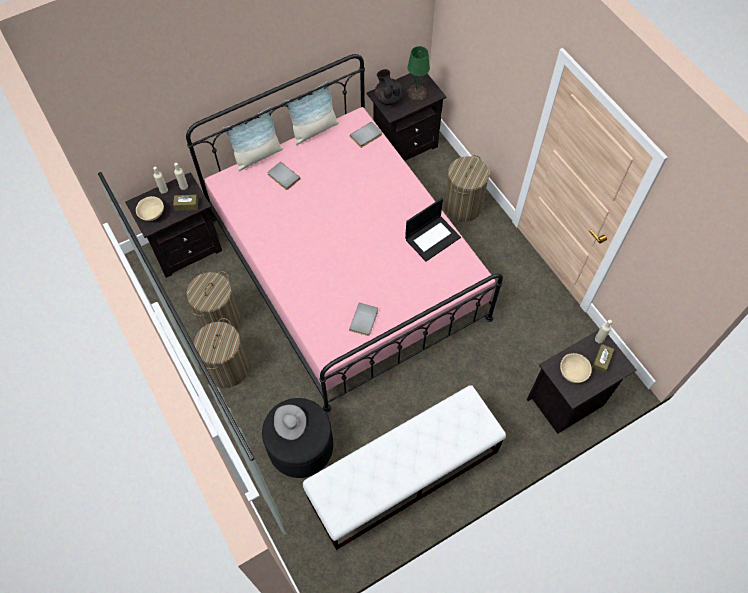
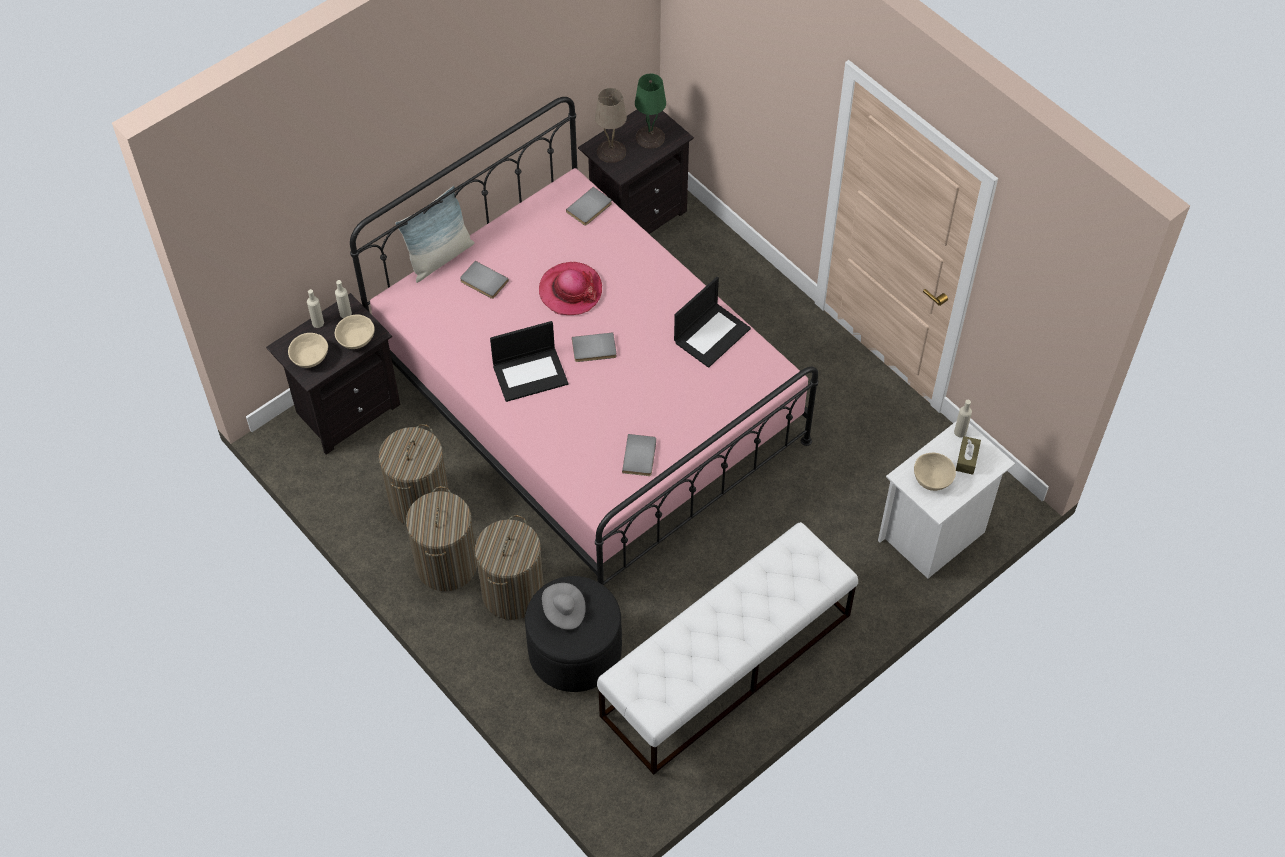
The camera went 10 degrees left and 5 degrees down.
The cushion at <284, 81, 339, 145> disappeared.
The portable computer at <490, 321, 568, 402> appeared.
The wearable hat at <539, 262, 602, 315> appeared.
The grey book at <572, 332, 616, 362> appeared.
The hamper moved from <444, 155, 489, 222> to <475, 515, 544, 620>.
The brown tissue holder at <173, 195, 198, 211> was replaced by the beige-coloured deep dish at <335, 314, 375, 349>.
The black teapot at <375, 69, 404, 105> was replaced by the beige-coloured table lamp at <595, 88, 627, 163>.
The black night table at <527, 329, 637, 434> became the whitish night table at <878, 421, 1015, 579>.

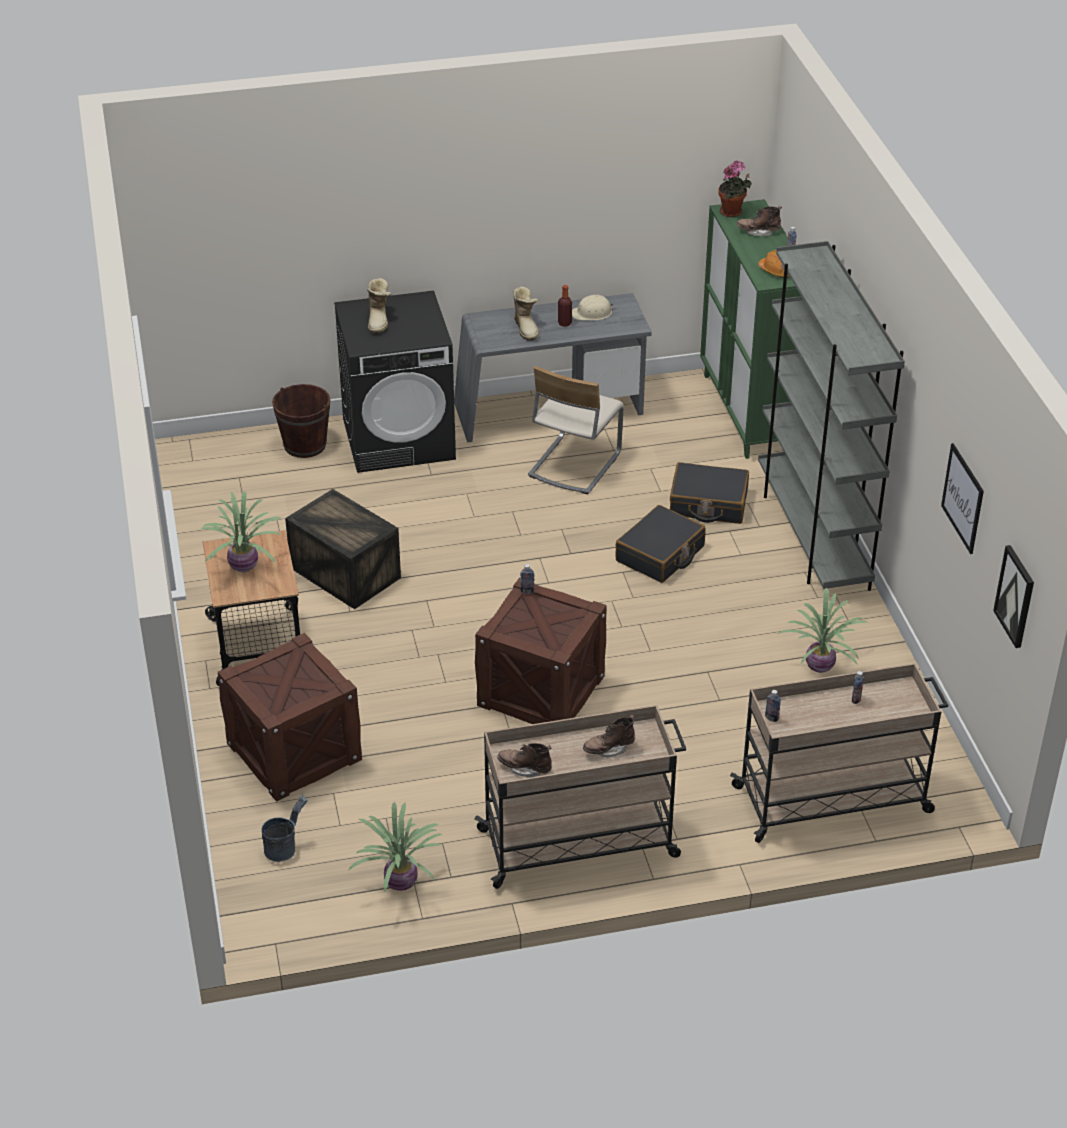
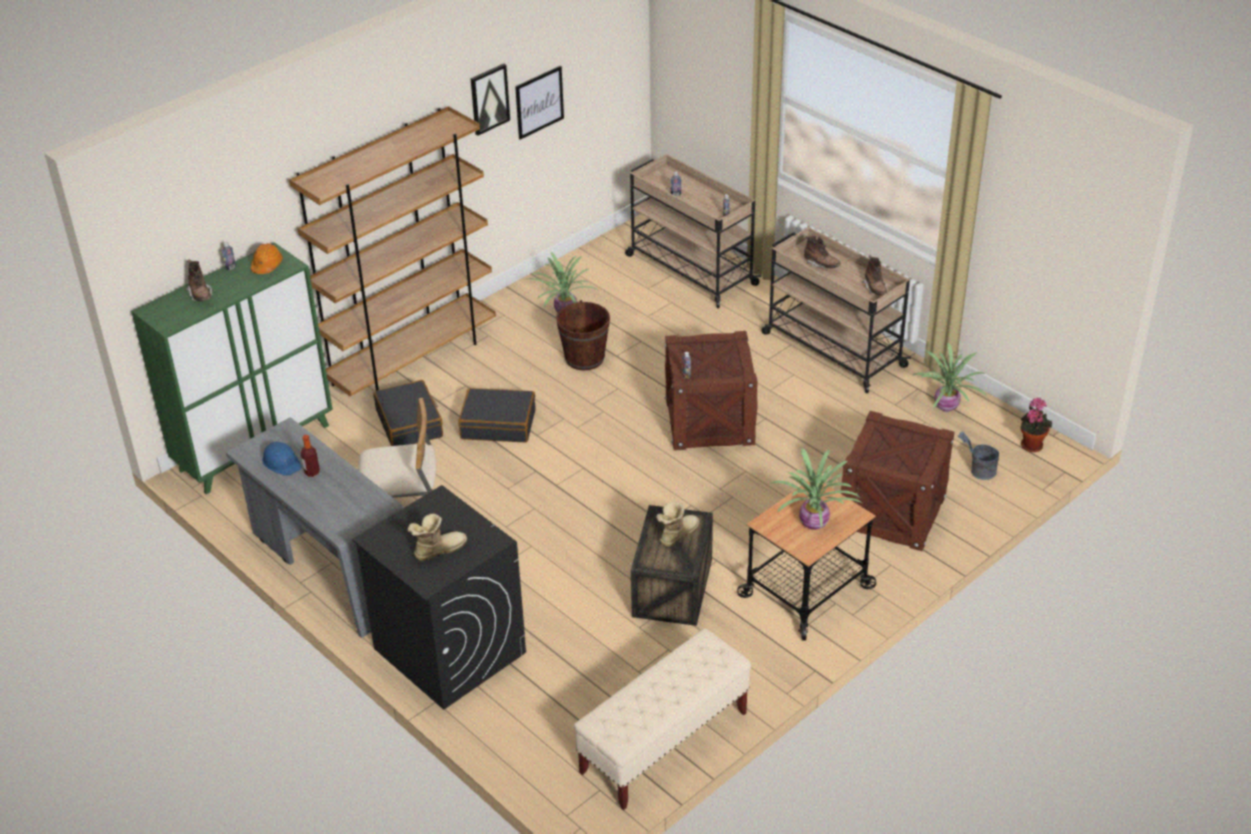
The camera went 120 degrees left and 0 degrees up.
The beige-coloured bench at <574, 628, 751, 810> appeared.
The brown bucket moved from <272, 384, 330, 458> to <556, 300, 610, 371>.
The high-top boot moved from <513, 286, 539, 341> to <656, 502, 699, 547>.
The potted plant moved from <718, 160, 752, 217> to <1020, 398, 1052, 452>.
The wall picture moved from <993, 545, 1034, 648> to <470, 64, 510, 136>.
The beige-coloured hard hat at <572, 295, 614, 321> became the blue hard hat at <262, 442, 302, 476>.
The grey shelving unit at <758, 241, 905, 591> became the brown shelving unit at <289, 106, 496, 397>.

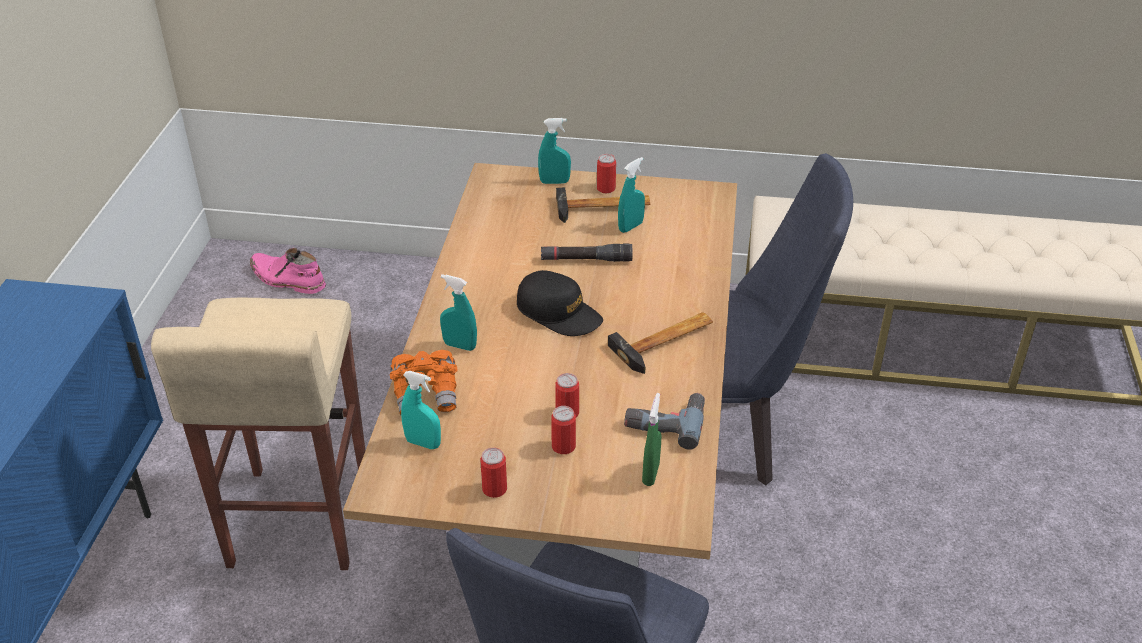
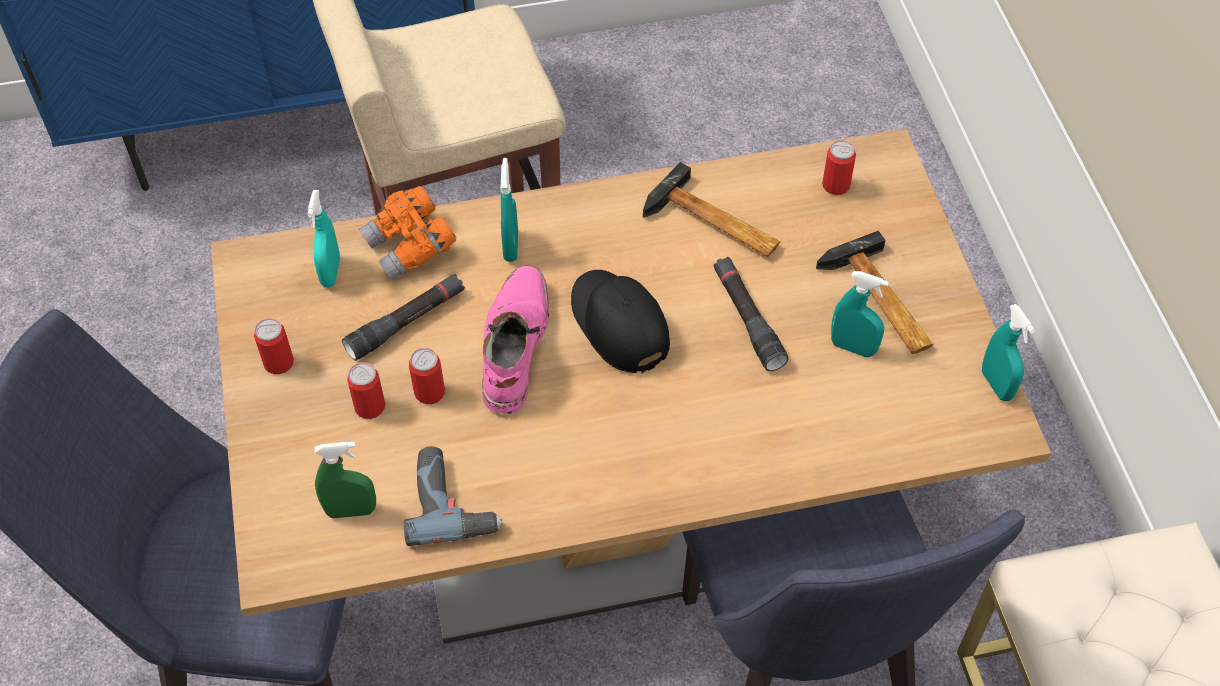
The camera went 70 degrees right and 15 degrees up.
The black flashlight at <342, 274, 465, 361> appeared.
The pink-coloured high-top boot moved from <250, 248, 326, 294> to <482, 266, 549, 414>.
The blue-green hand sprayer moved from <538, 118, 571, 184> to <982, 304, 1035, 401>.
The sealed can moved from <597, 154, 616, 193> to <822, 140, 856, 195>.
The hammer moved from <608, 312, 713, 374> to <643, 162, 781, 257>.
The black peaked cap at <517, 270, 603, 336> turned 135 degrees clockwise.

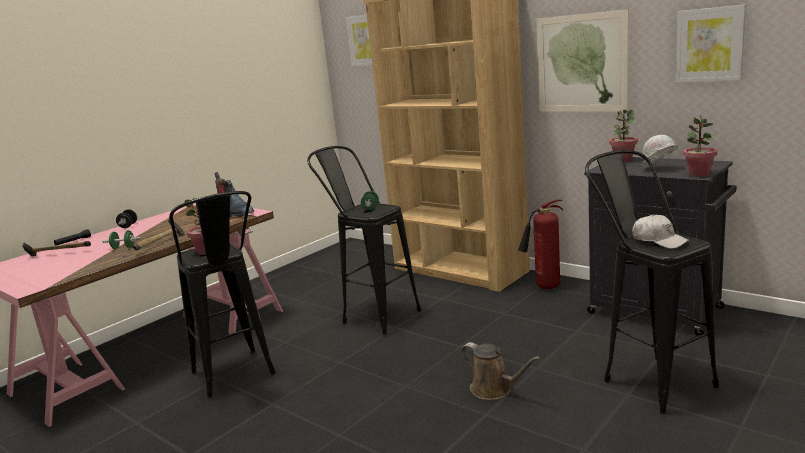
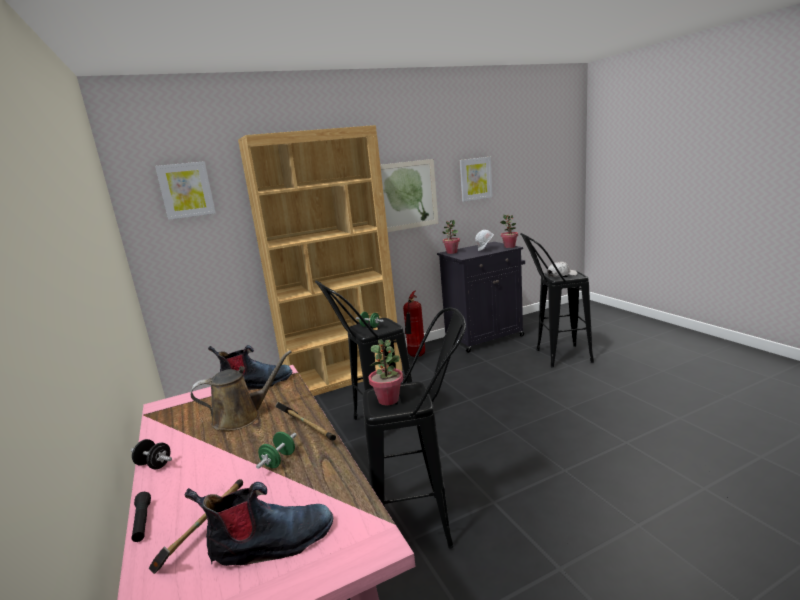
The camera went 65 degrees left and 0 degrees up.
The high-top boot at <185, 482, 333, 566> appeared.
The brown sprinkling can moved from <461, 342, 540, 400> to <191, 350, 292, 431>.

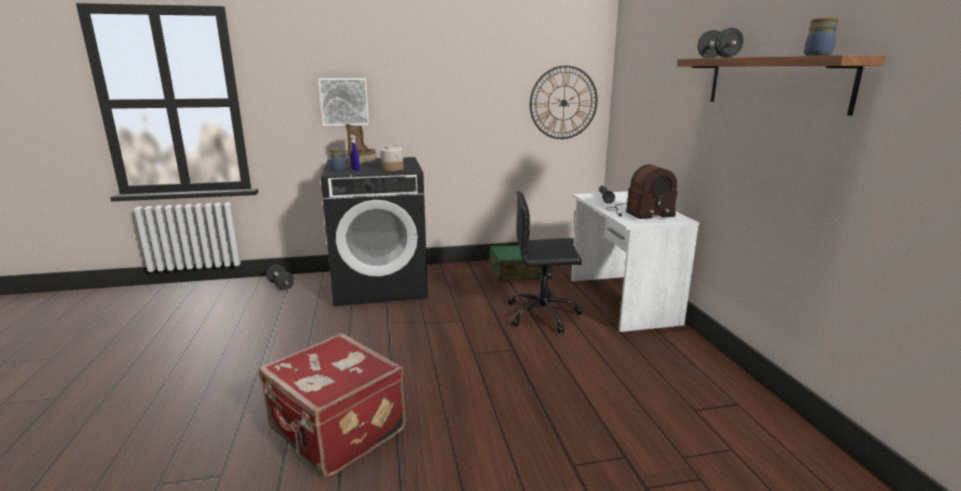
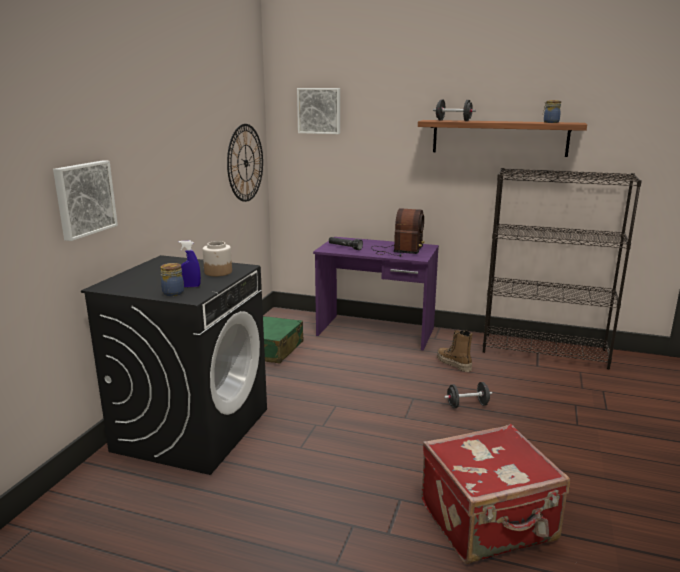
The camera went 60 degrees left and 0 degrees up.
The black desk chair at <508, 191, 583, 333> disappeared.
The wall picture at <297, 88, 340, 134> appeared.
The black shelving unit at <483, 168, 642, 369> appeared.
The black dumbbell moved from <266, 265, 294, 291> to <444, 382, 492, 408>.
The high-top boot moved from <346, 124, 376, 165> to <437, 330, 472, 372>.
The whitish desk at <571, 191, 699, 332> became the purple-coloured desk at <313, 237, 439, 350>.

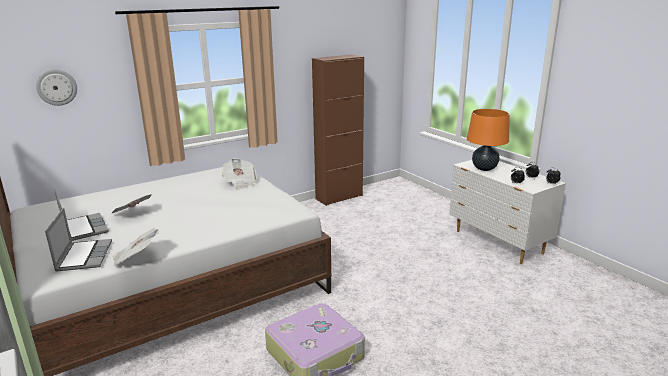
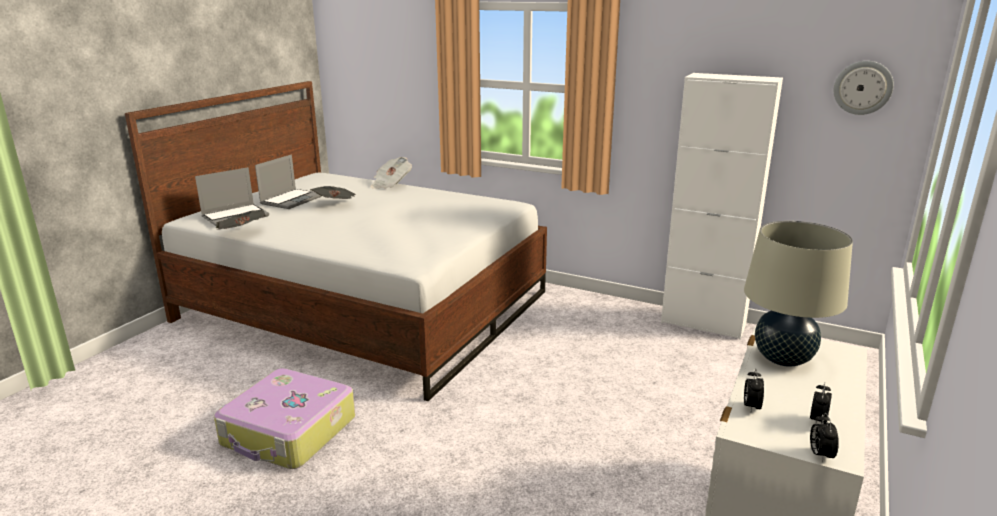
The camera went 60 degrees right and 0 degrees up.
The wall clock moved from <36, 69, 77, 106> to <834, 61, 894, 115>.
The printed paper moved from <222, 158, 256, 189> to <371, 157, 412, 189>.
The brown cabinet at <312, 55, 364, 206> became the whitish cabinet at <661, 73, 783, 339>.
The orange-coloured table lamp at <467, 109, 510, 171> became the beige-coloured table lamp at <744, 221, 853, 366>.

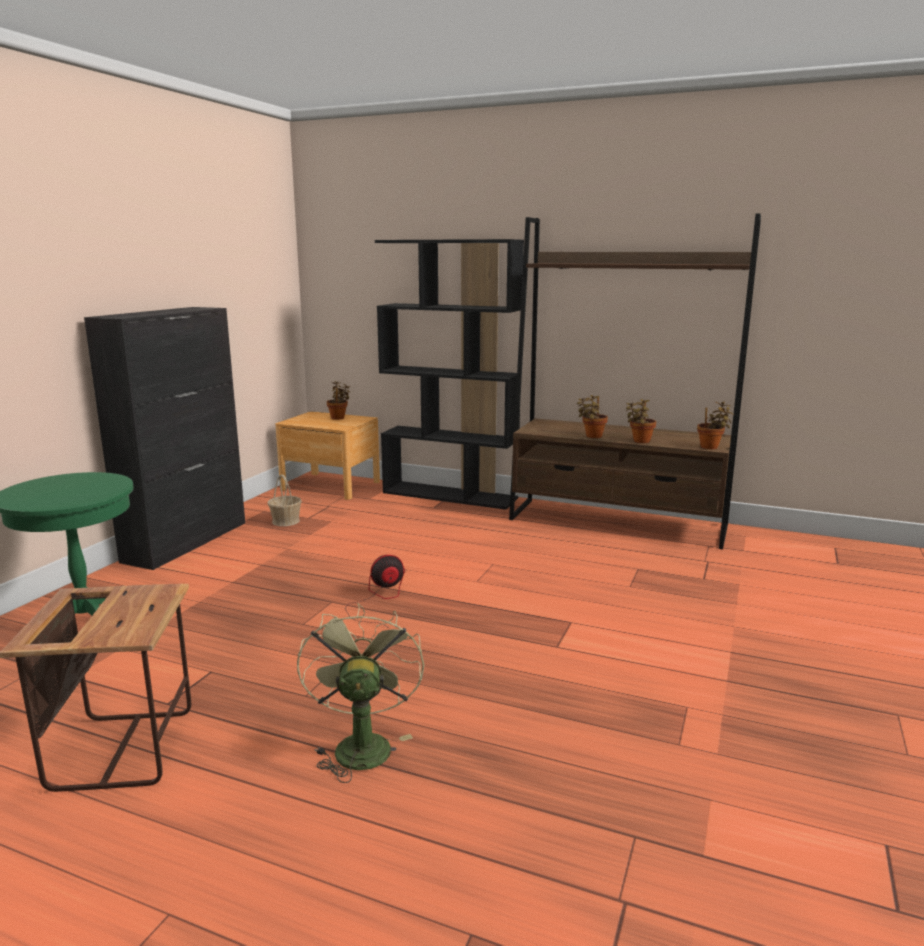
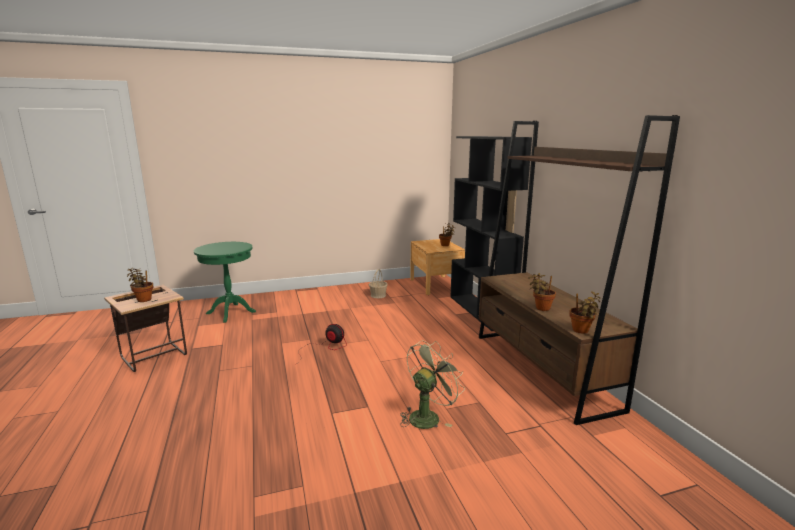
The camera went 50 degrees right and 0 degrees up.
The black cabinet at <84, 307, 245, 570> disappeared.
The green cooling fan moved from <297, 604, 424, 783> to <400, 340, 465, 429>.
The potted plant moved from <577, 395, 608, 438> to <127, 269, 153, 302>.

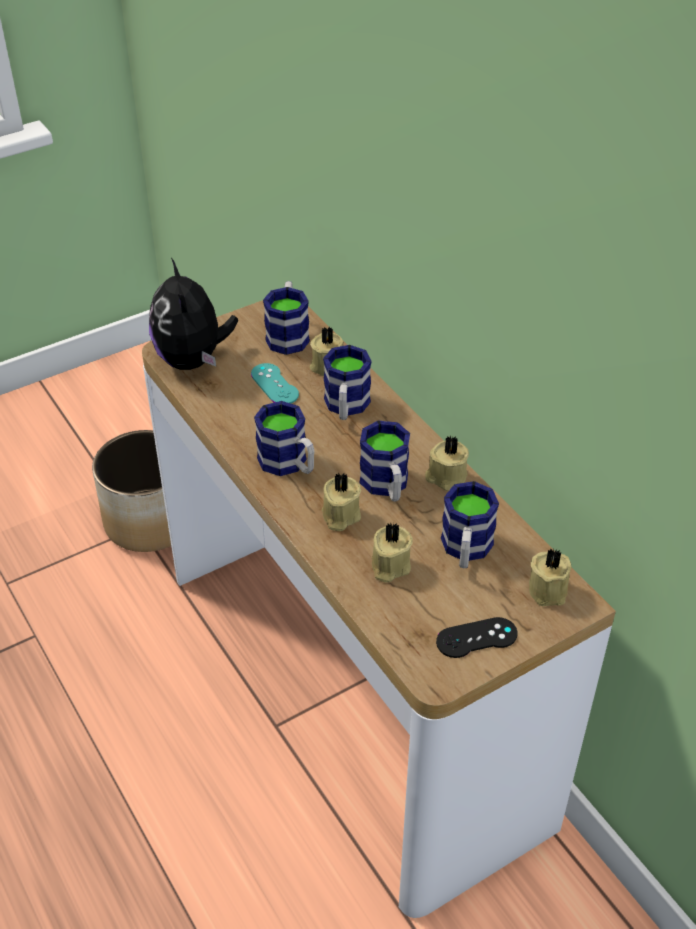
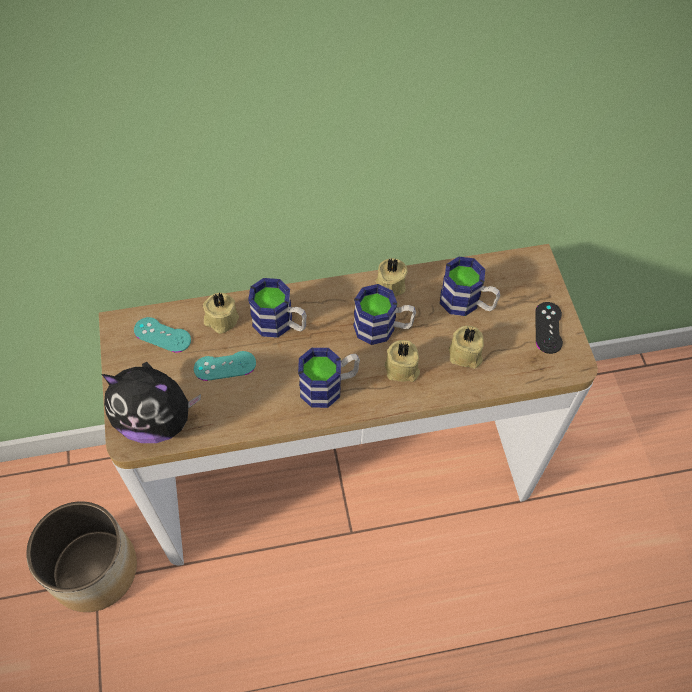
The camera went 70 degrees left and 15 degrees up.
The beige-coloured candle at <529, 548, 571, 606> disappeared.
The tea mug at <263, 281, 310, 355> was replaced by the blue-green joypad at <134, 317, 191, 352>.

